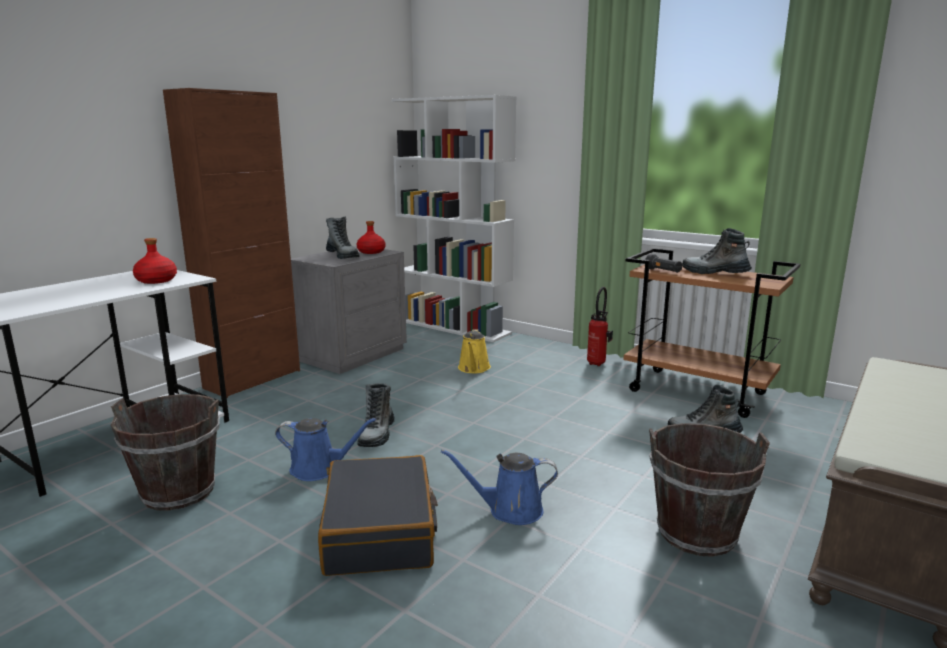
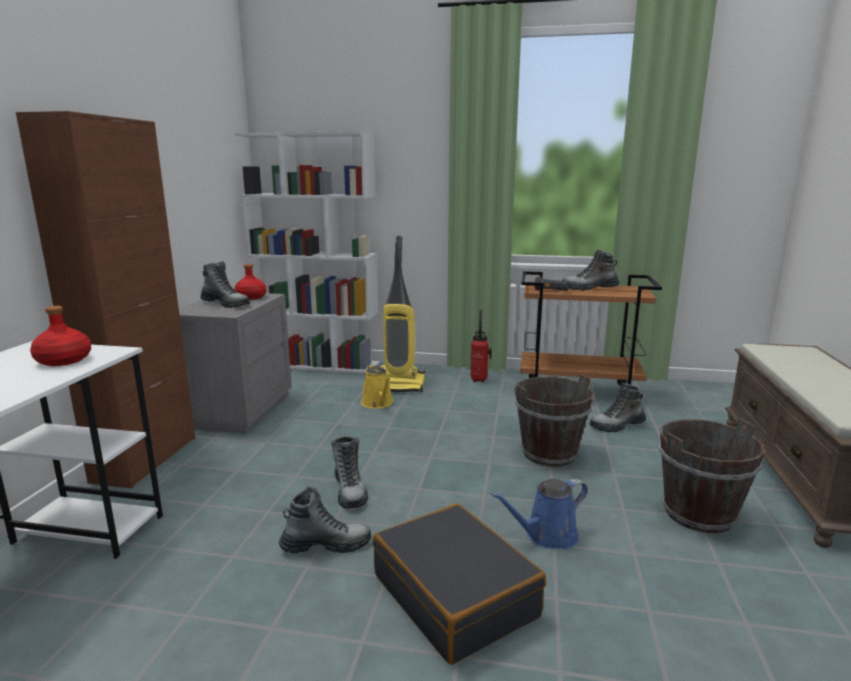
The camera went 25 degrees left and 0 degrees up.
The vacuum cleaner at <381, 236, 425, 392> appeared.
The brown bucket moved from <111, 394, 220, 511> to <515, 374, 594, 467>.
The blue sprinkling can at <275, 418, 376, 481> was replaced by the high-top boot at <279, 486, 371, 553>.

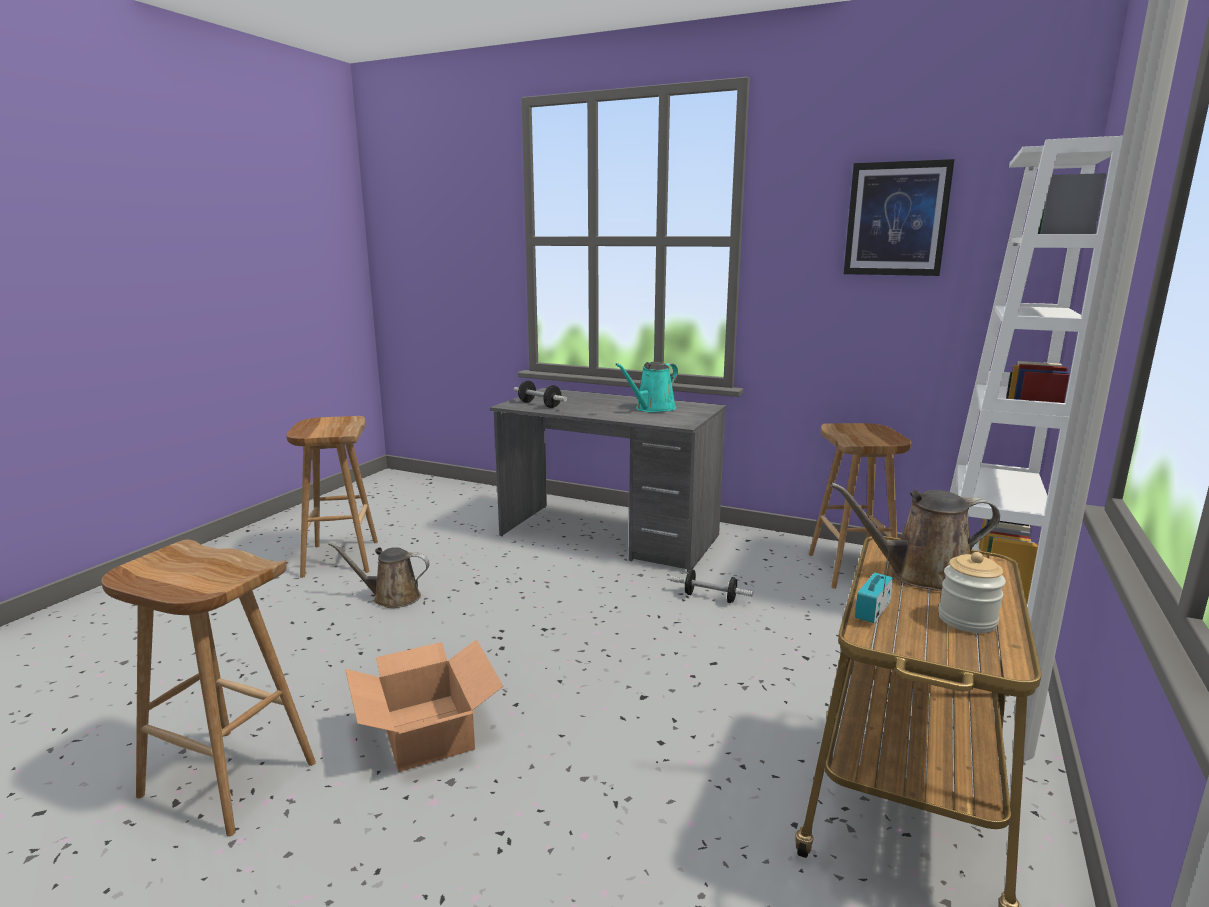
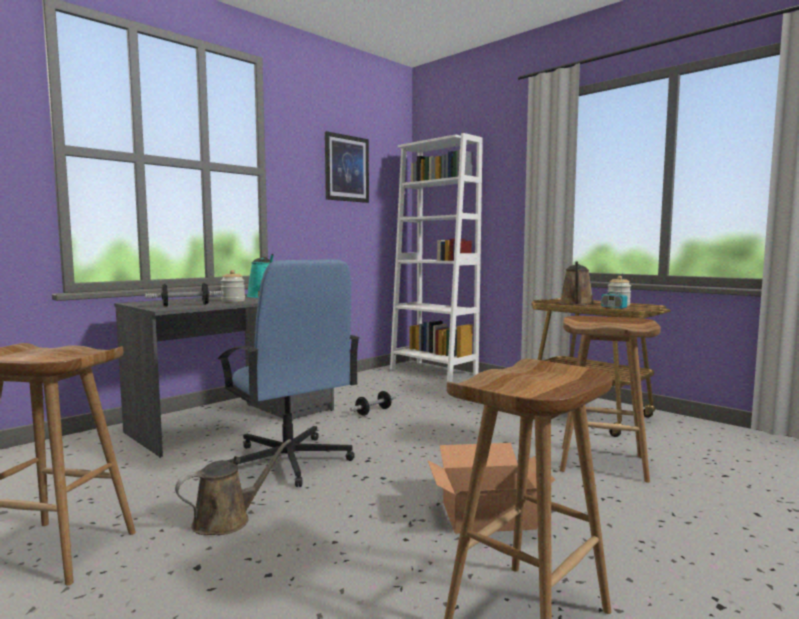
The camera went 70 degrees left and 10 degrees down.
The blue desk chair at <218, 259, 360, 487> appeared.
The jar at <221, 270, 245, 302> appeared.
The brown stool moved from <809, 423, 912, 589> to <560, 316, 661, 483>.
The brown sprinkling can at <328, 542, 430, 608> turned 150 degrees counterclockwise.

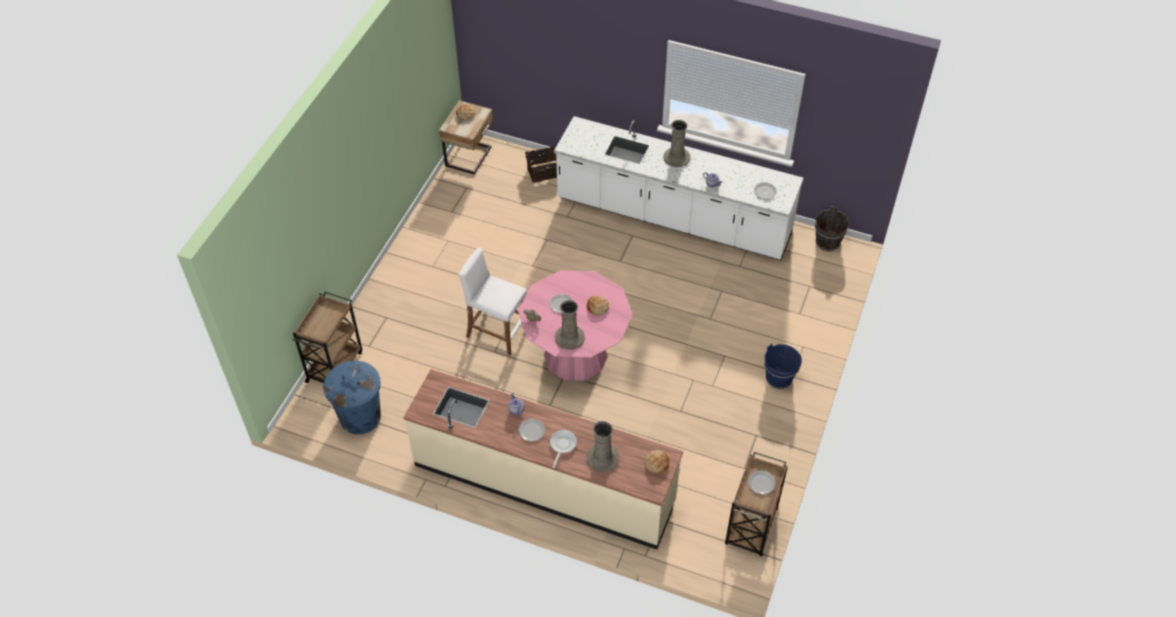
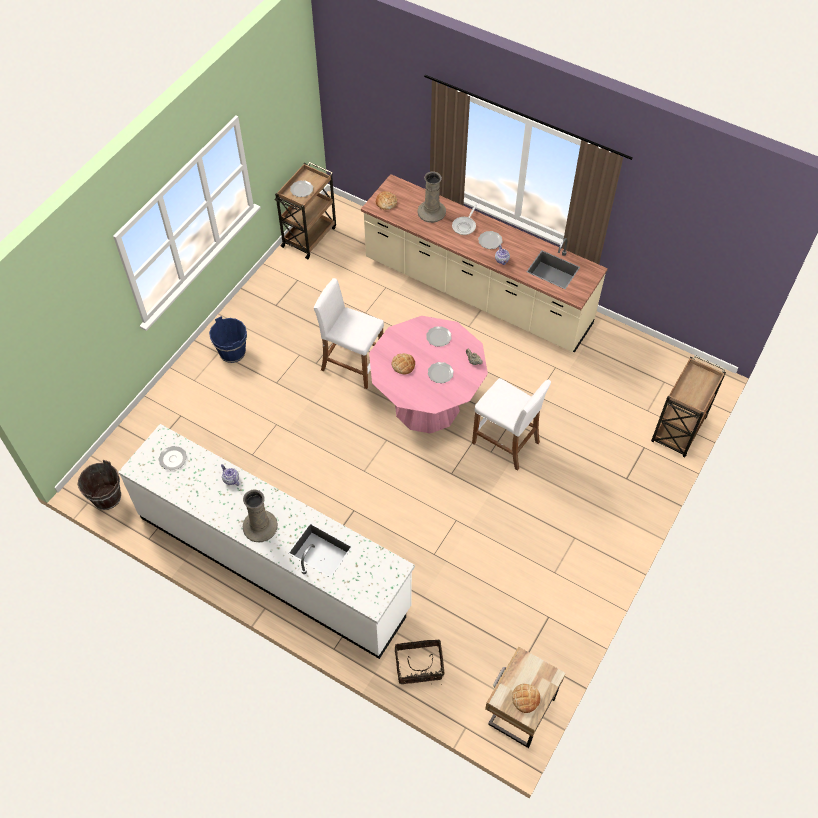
The camera went 170 degrees left and 5 degrees up.
The blue rubbish bin at <323, 361, 381, 434> disappeared.
The whitish stool at <314, 278, 384, 389> appeared.
The beige-coloured flower vase at <555, 300, 585, 350> was replaced by the flat dish at <426, 326, 452, 347>.

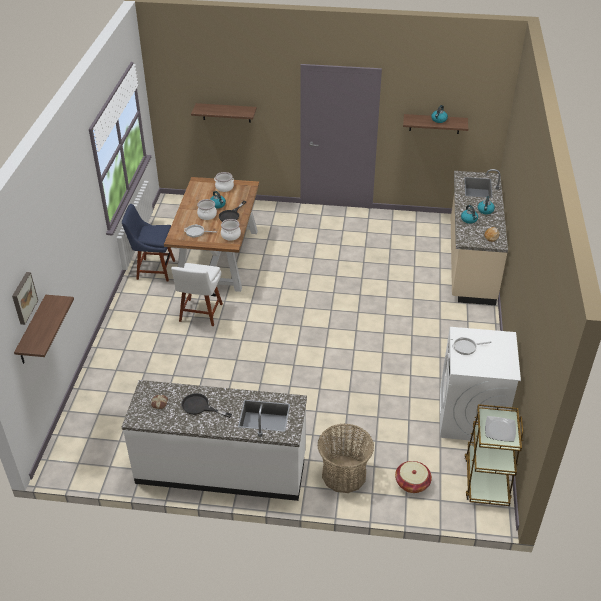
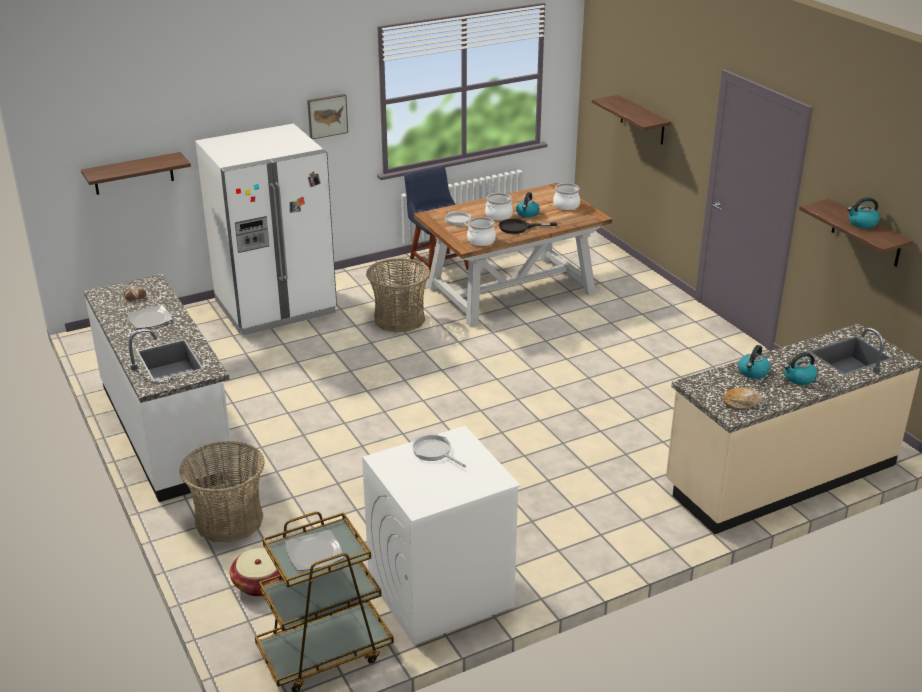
The camera went 55 degrees right and 10 degrees down.
The whitish refrigerator at <195, 123, 337, 336> appeared.
The wall picture moved from <12, 272, 38, 325> to <307, 94, 348, 139>.
The whitish chair at <171, 263, 223, 326> was replaced by the household basket at <366, 258, 430, 332>.
The black skillet at <181, 393, 232, 418> was replaced by the flat dish at <127, 305, 172, 329>.

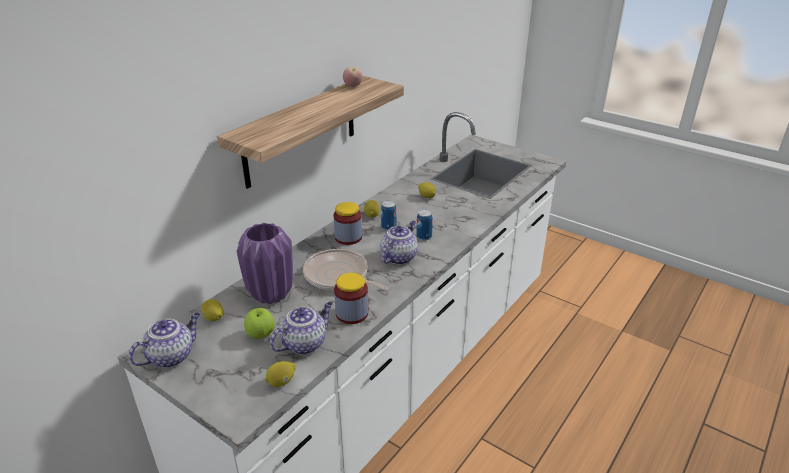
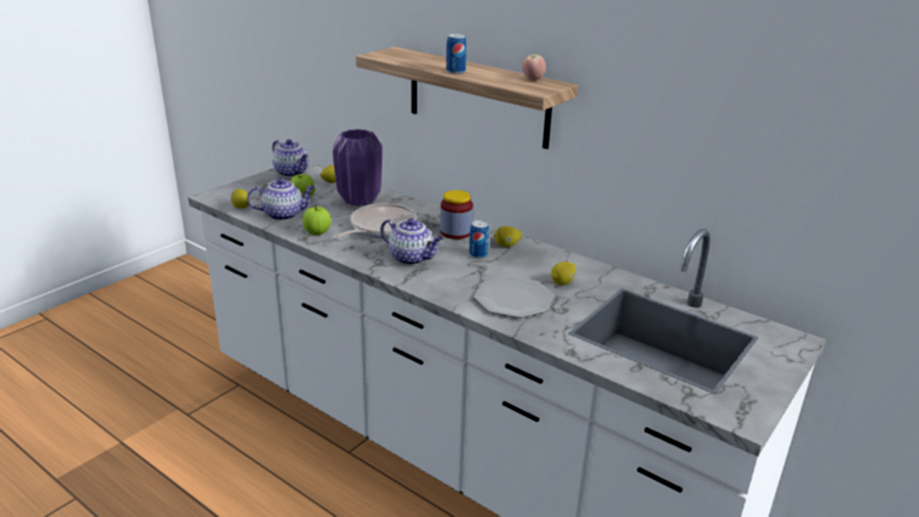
The camera went 90 degrees right and 5 degrees down.
The flat dish at <474, 276, 554, 318> appeared.
The sealed can moved from <416, 210, 433, 240> to <446, 34, 467, 74>.
The jar at <334, 273, 368, 324> was replaced by the whole apple at <302, 207, 331, 235>.
The teapot at <270, 302, 333, 355> turned 60 degrees counterclockwise.

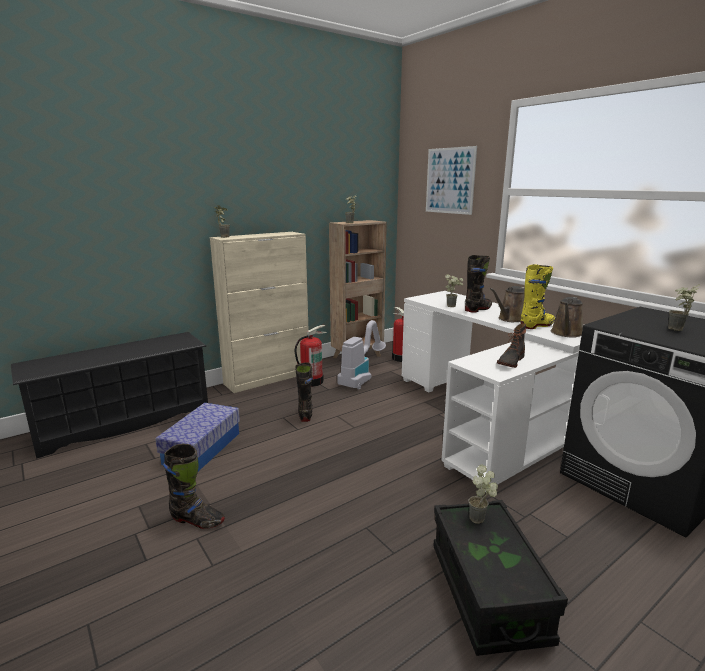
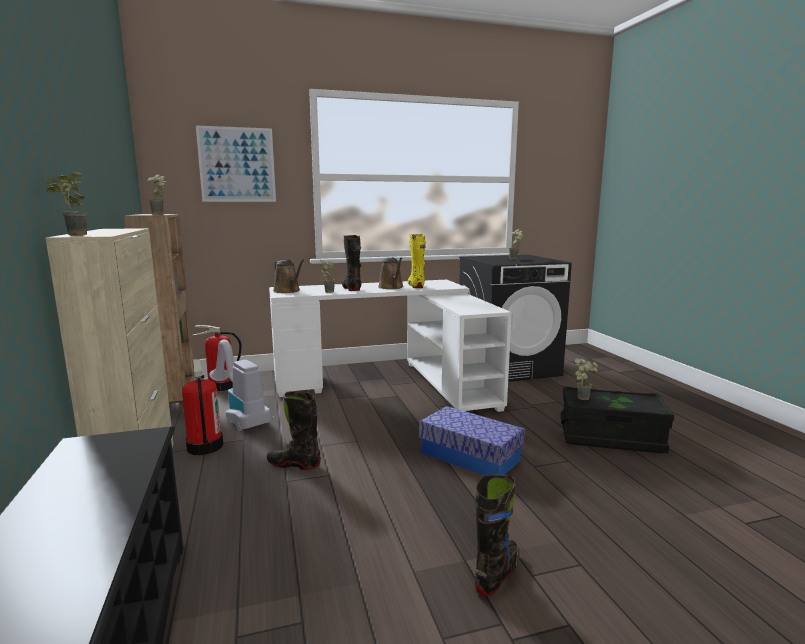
The camera went 70 degrees left and 5 degrees down.
The high-top boot at <497, 323, 526, 368> disappeared.
The storage box moved from <155, 403, 240, 471> to <419, 406, 525, 476>.
The brown sprinkling can moved from <551, 297, 583, 338> to <273, 259, 304, 293>.

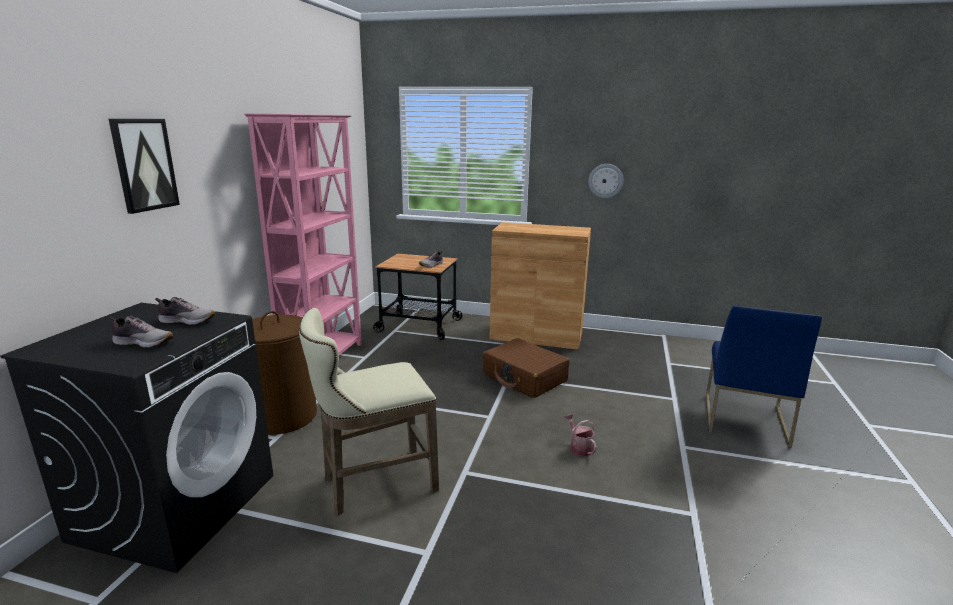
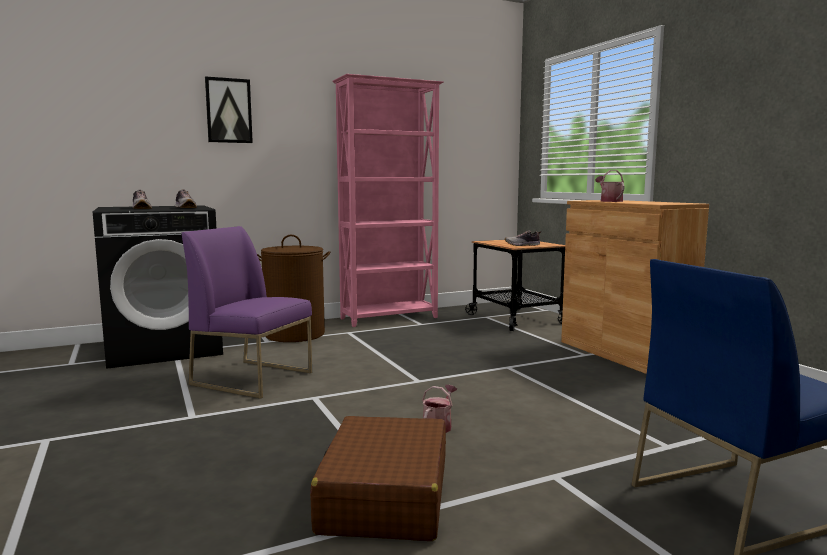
The camera went 50 degrees right and 10 degrees down.
The wall clock at <588, 164, 624, 198> disappeared.
The sprinkling can at <595, 170, 625, 202> appeared.
The brown travel case moved from <483, 338, 569, 398> to <310, 416, 446, 541>.
The beige-coloured stool at <299, 308, 439, 515> was replaced by the purple-coloured chair at <182, 226, 312, 399>.

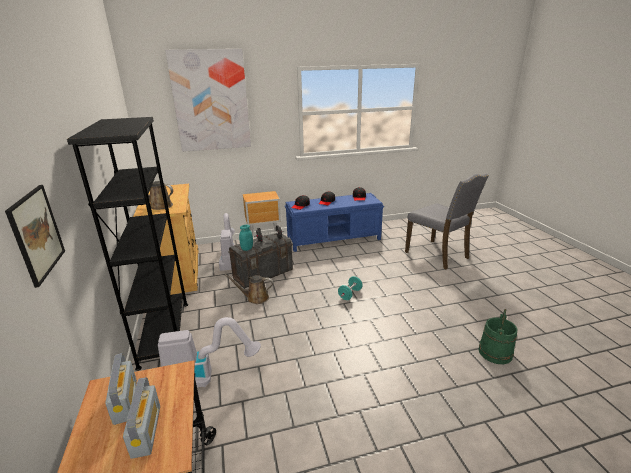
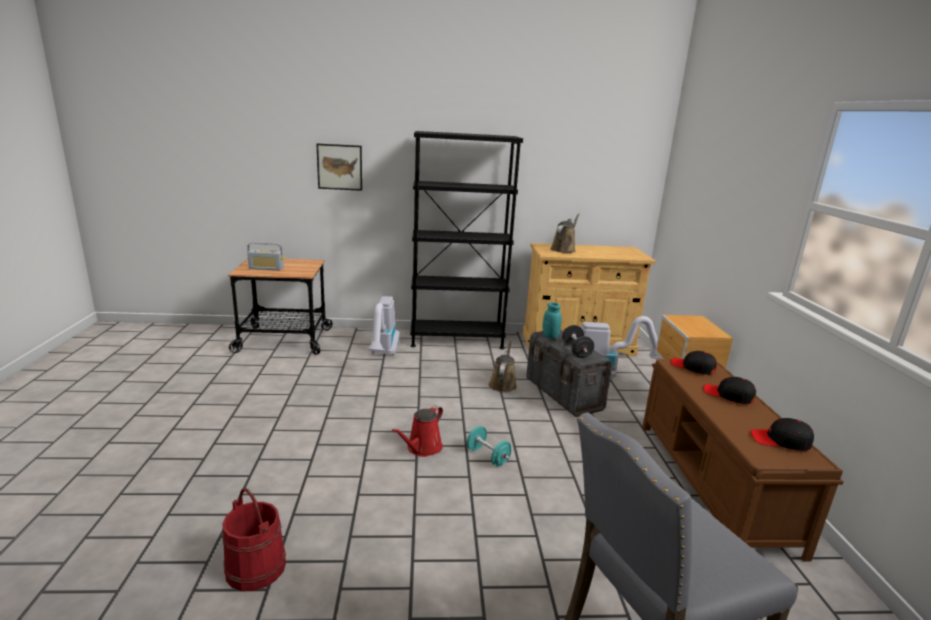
The camera went 100 degrees right and 5 degrees down.
The radio at <105, 353, 137, 425> disappeared.
The wall picture at <165, 49, 251, 152> disappeared.
The red sprinkling can at <392, 405, 443, 457> appeared.
The blue bench at <285, 193, 384, 252> became the brown bench at <643, 359, 844, 561>.
The green bucket at <478, 309, 518, 364> became the red bucket at <222, 488, 286, 591>.

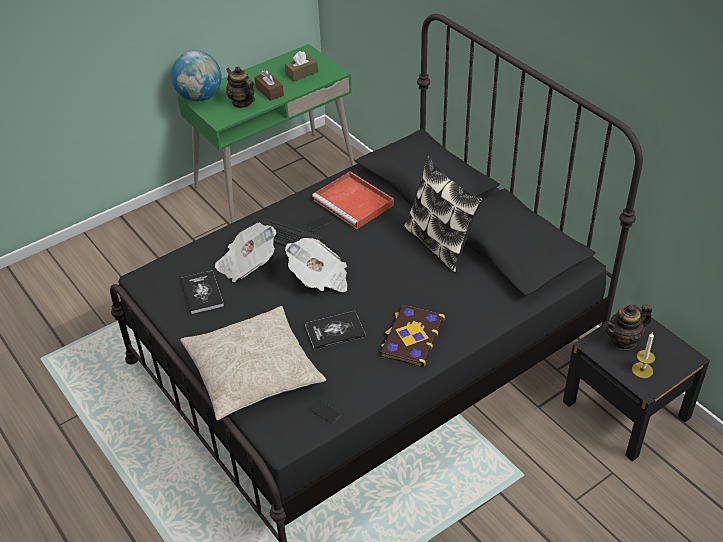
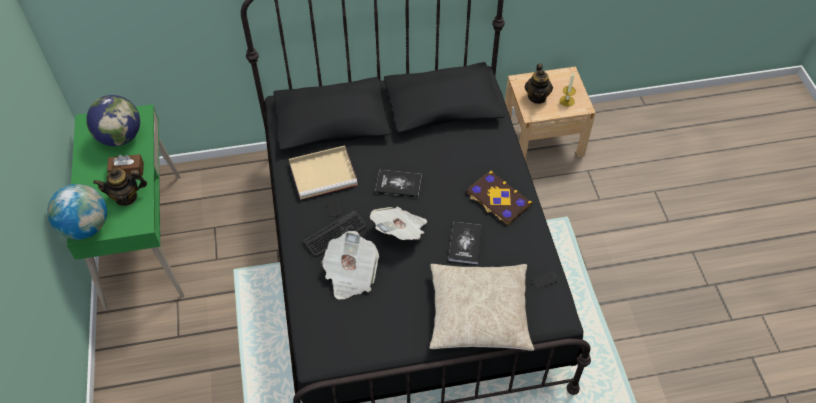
The camera went 65 degrees left and 10 degrees up.
The cushion at <404, 156, 483, 273> disappeared.
The book moved from <181, 270, 224, 314> to <375, 170, 422, 198>.
The brown tissue holder at <285, 51, 318, 82> was replaced by the desk globe at <86, 95, 140, 146>.
The red tray at <312, 171, 394, 229> became the beige-coloured tray at <289, 145, 357, 200>.
The black night table at <563, 305, 710, 462> became the beige-coloured night table at <505, 66, 596, 161>.

